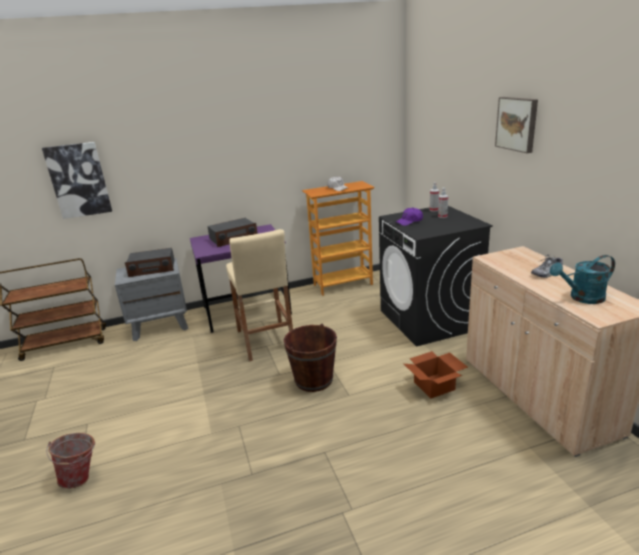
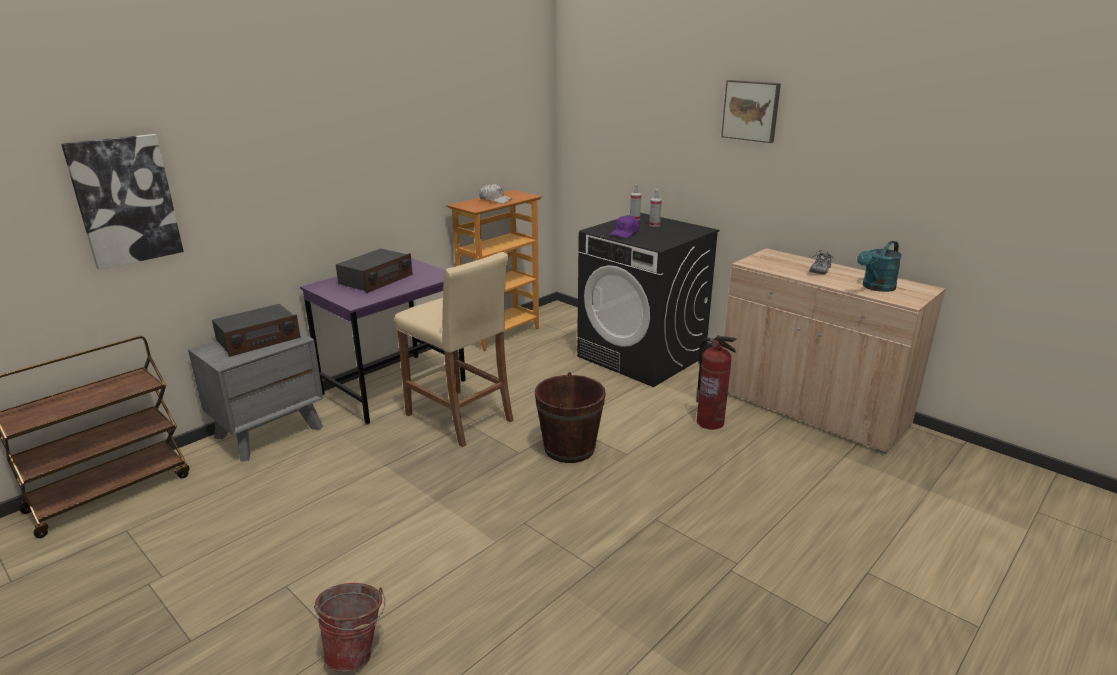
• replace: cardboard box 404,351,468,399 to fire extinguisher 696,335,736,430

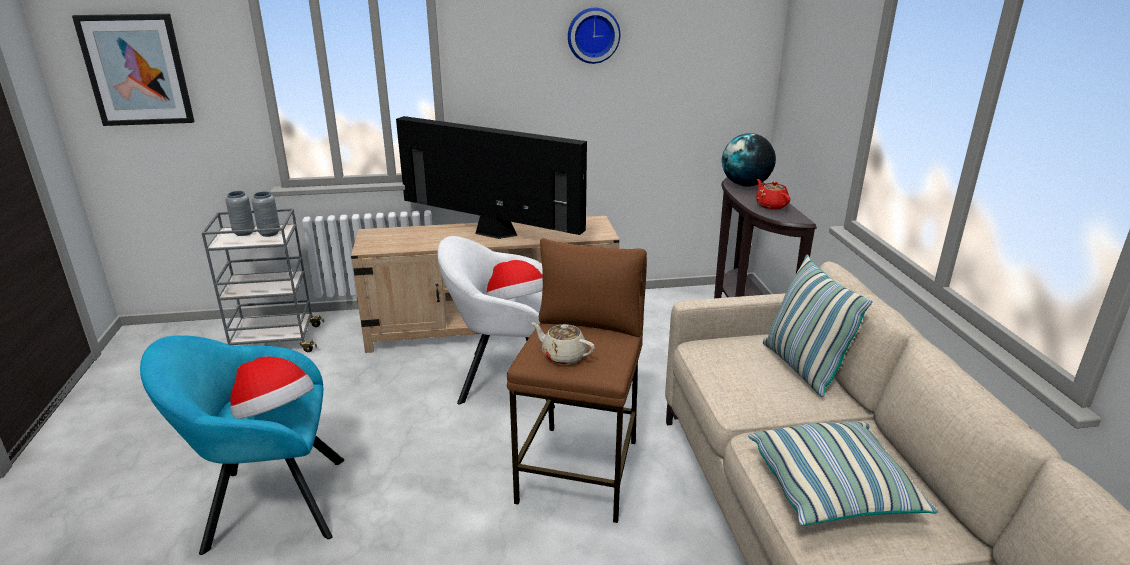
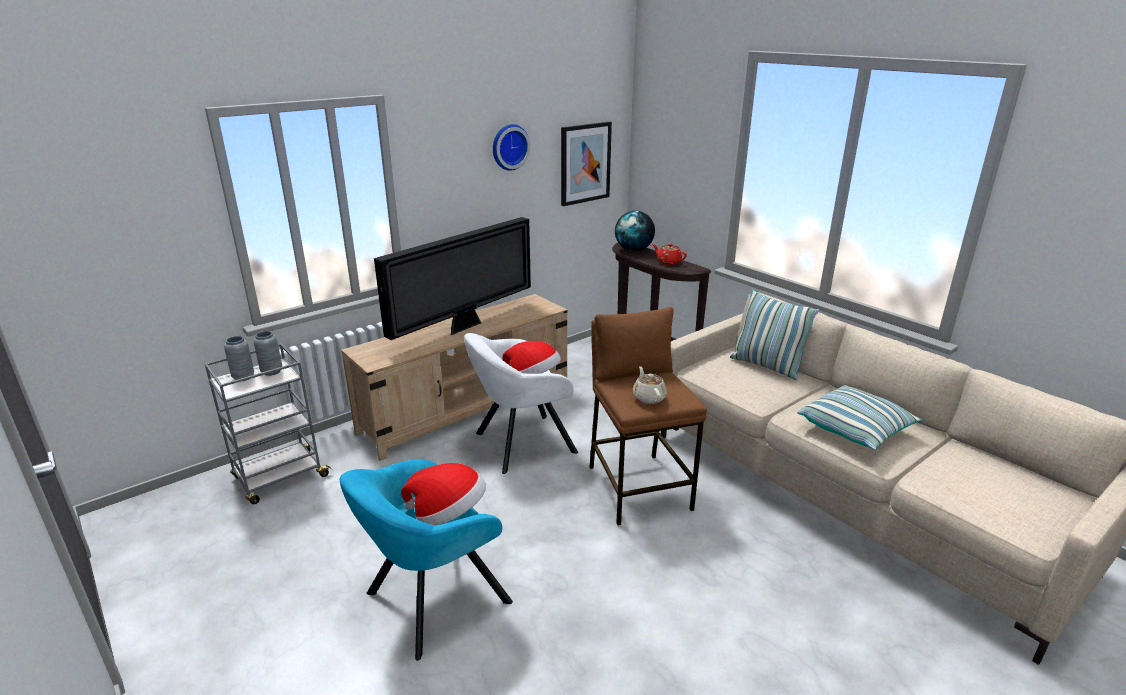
• move: picture 72,14,195,126 to 561,122,612,206
• rotate: television 396,116,587,239 = 374,217,531,340 135 degrees clockwise
• rotate: beige teapot 532,323,595,364 = 632,366,667,404 75 degrees clockwise

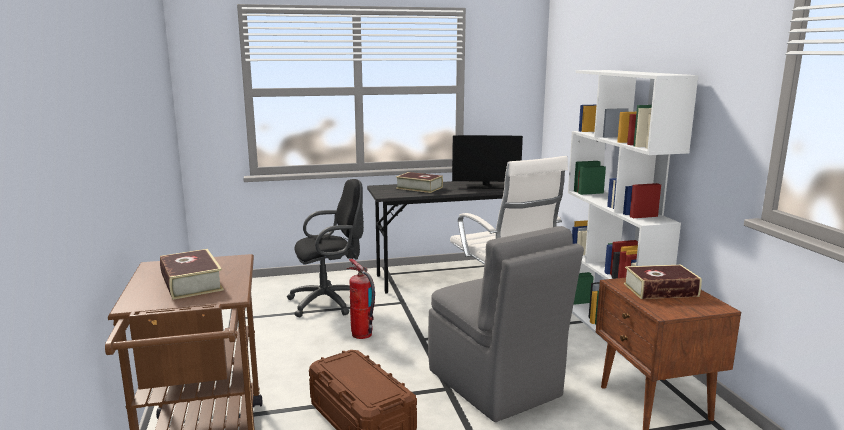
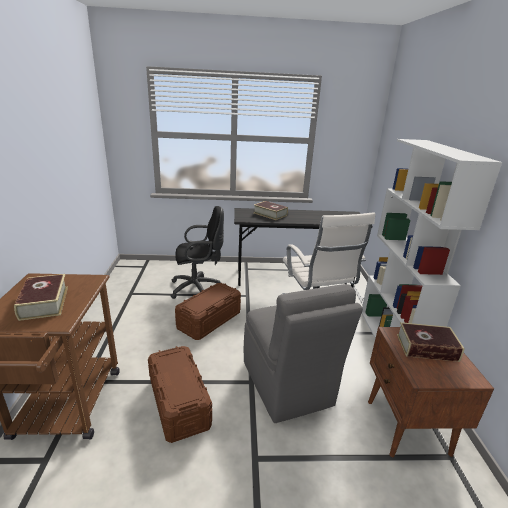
• replace: fire extinguisher 346,259,375,339 to brown storage box 175,283,241,340
• delete: monitor 452,135,523,189

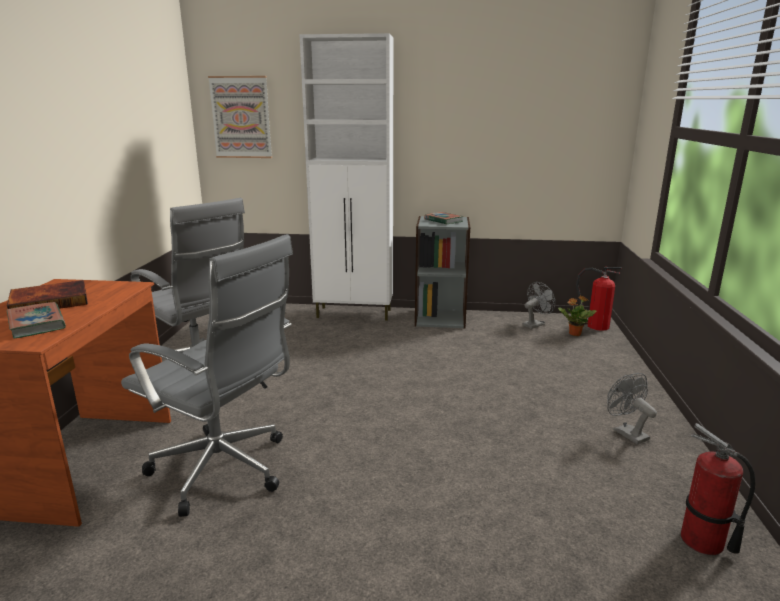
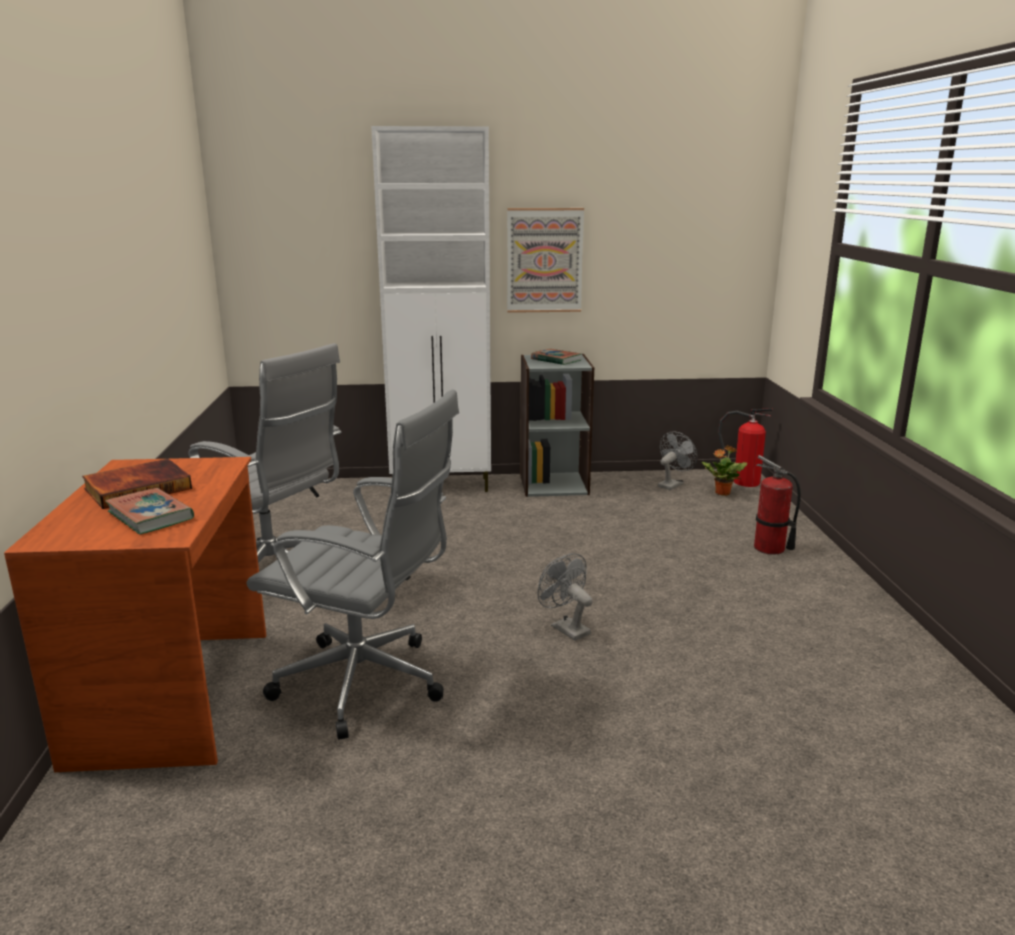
• move: picture 208,76,272,158 to 507,208,584,313
• move: grey fan 607,373,657,445 to 538,553,593,641
• move: fire extinguisher 681,423,755,555 to 754,455,801,555

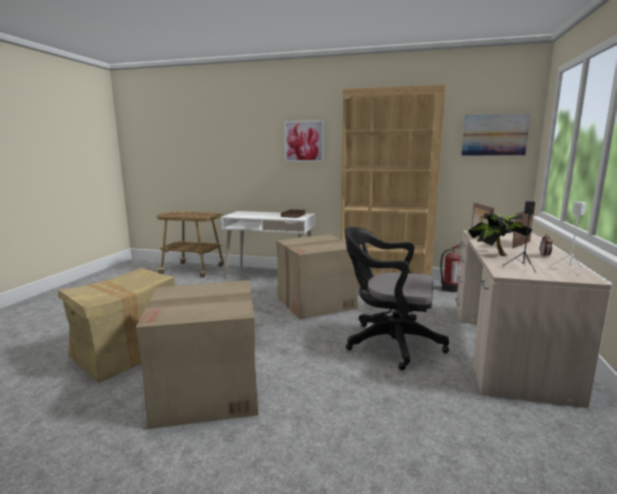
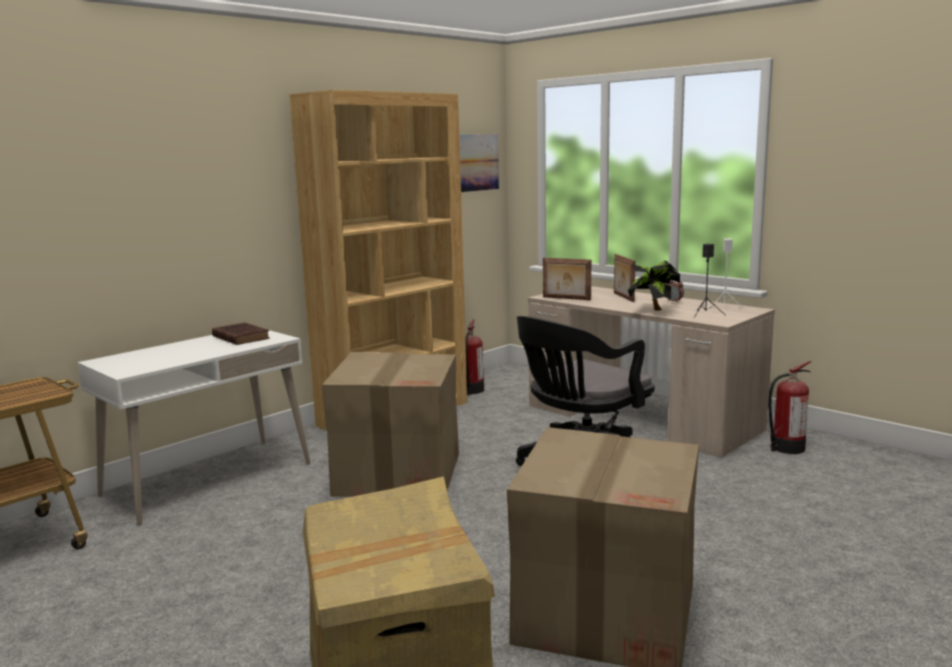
• delete: picture 284,120,324,162
• insert: fire extinguisher 768,361,811,454

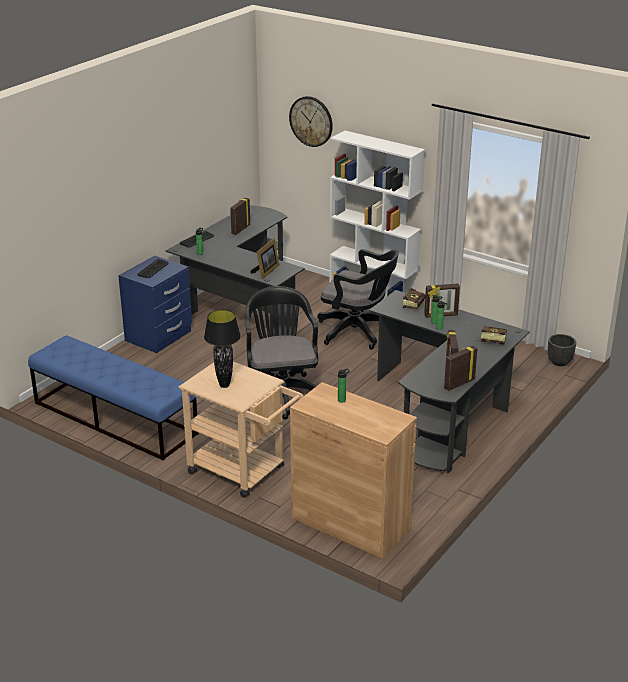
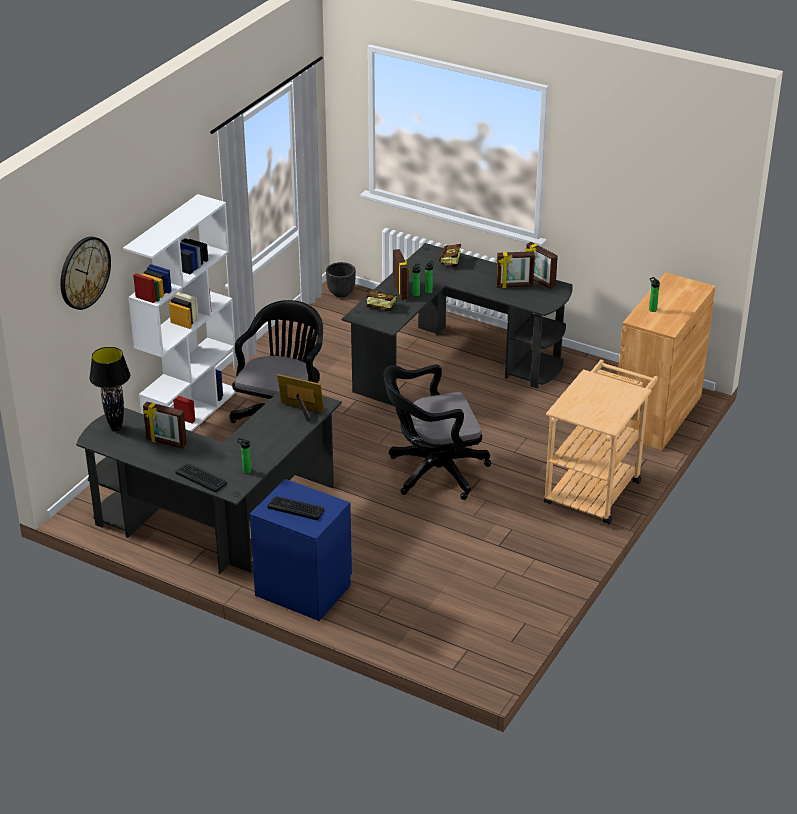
• delete: blue bench 28,335,198,460
• move: black table lamp 204,310,241,388 to 89,347,130,431

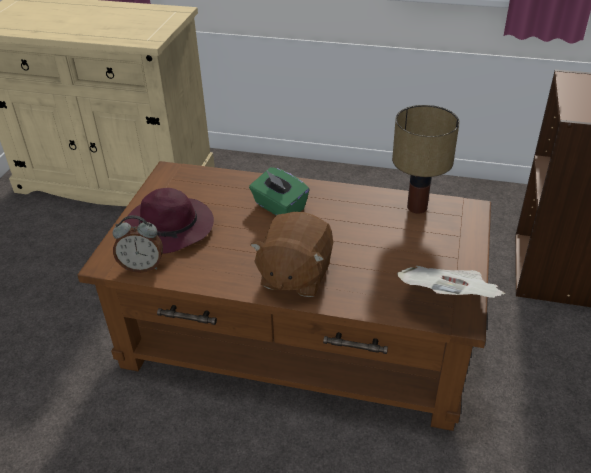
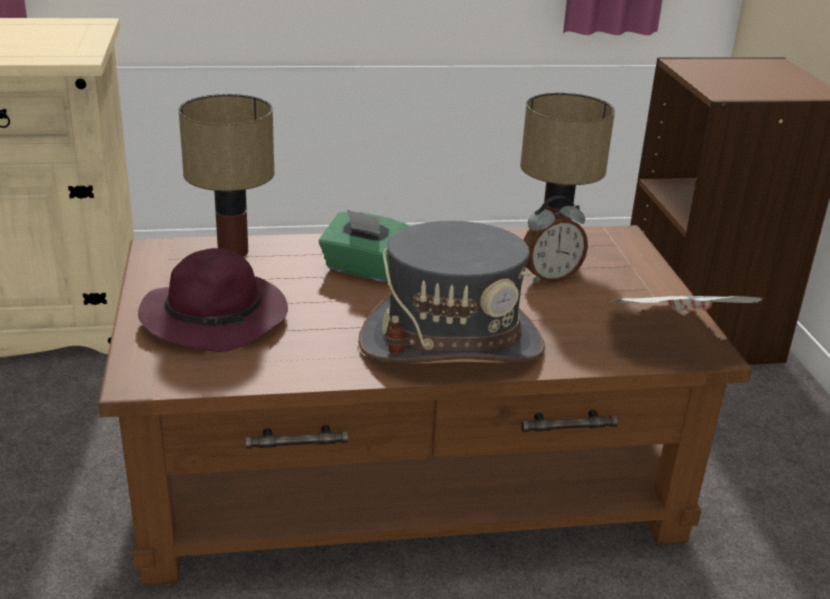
• move: alarm clock 113,215,163,273 to 523,196,588,283
• replace: brown plush toy 250,212,333,297 to grey hat 358,221,545,363
• insert: table lamp 179,94,274,257

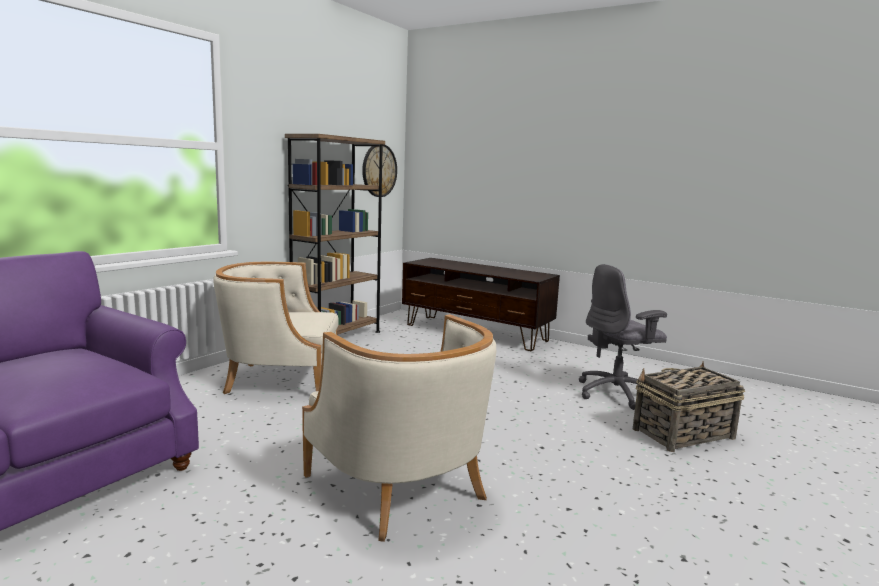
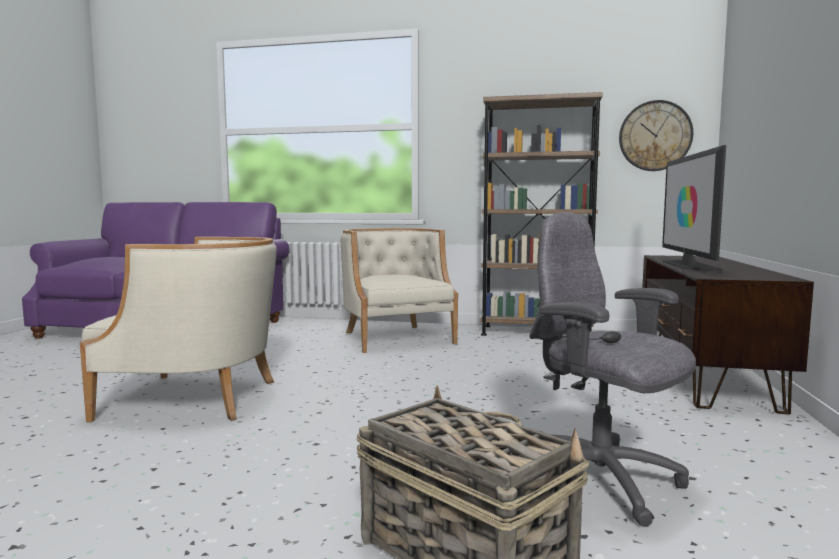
• rotate: beige armchair 302,314,496,542 = 80,237,277,422 120 degrees counterclockwise
• insert: television 662,145,726,271

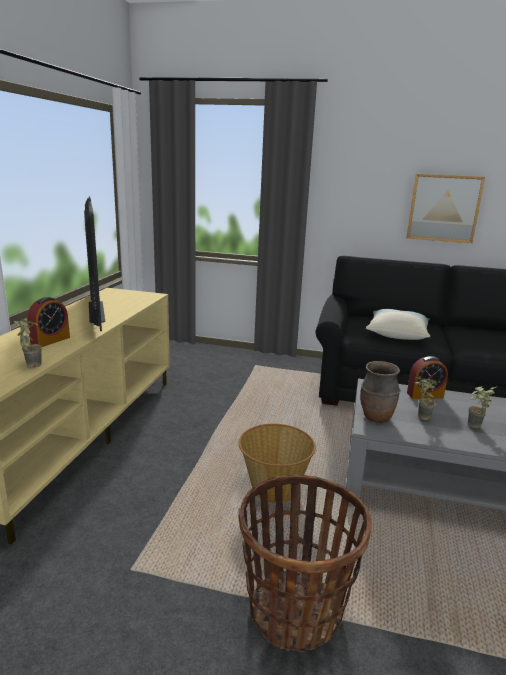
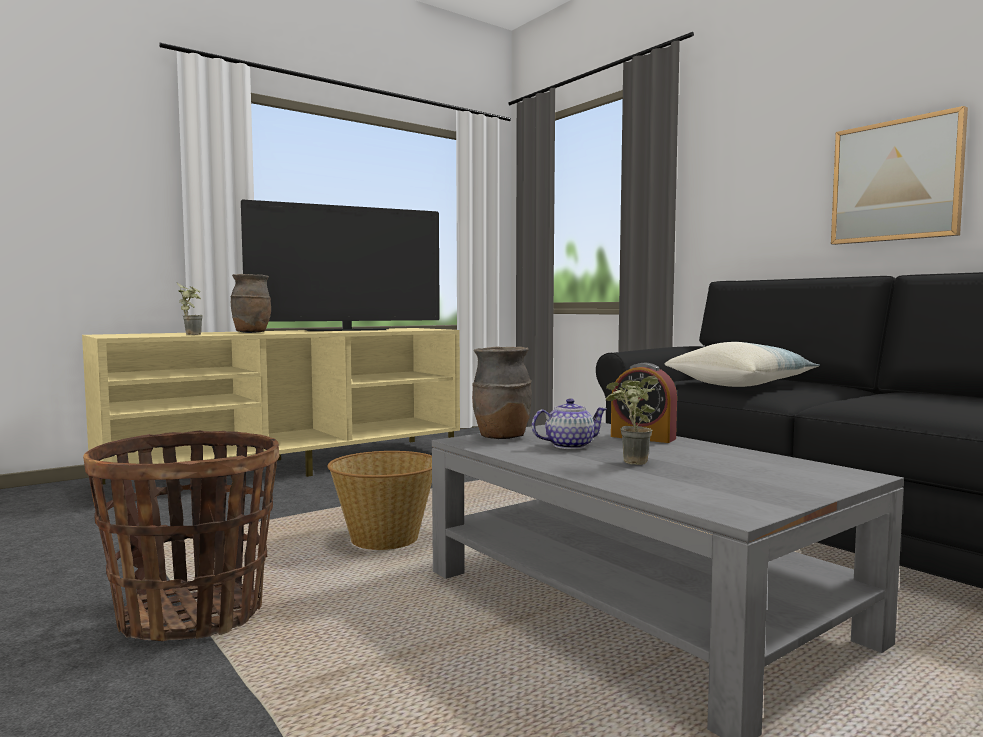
• replace: alarm clock 27,297,70,347 to brown vase 230,274,271,333
• rotate: television 84,196,105,331 = 241,200,440,331 45 degrees clockwise
• replace: potted plant 414,377,437,420 to teapot 532,398,607,449

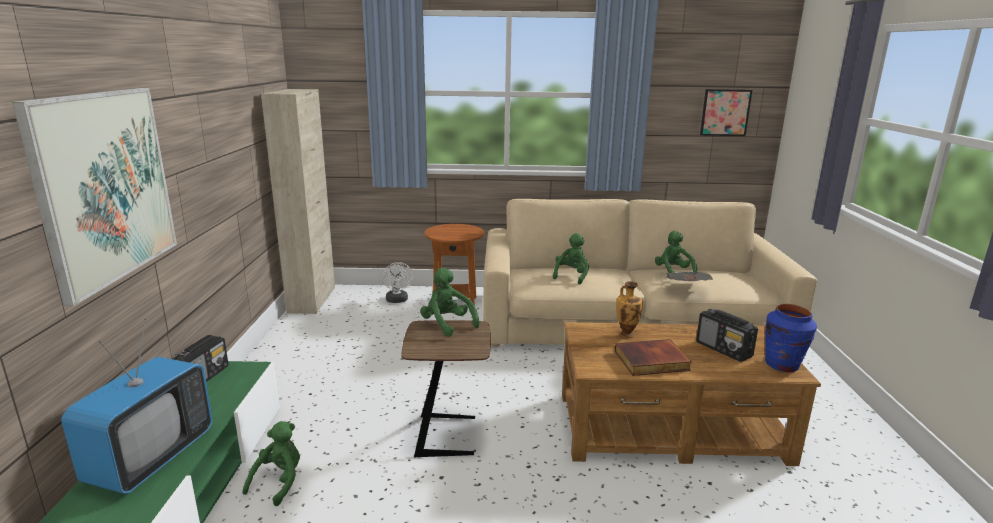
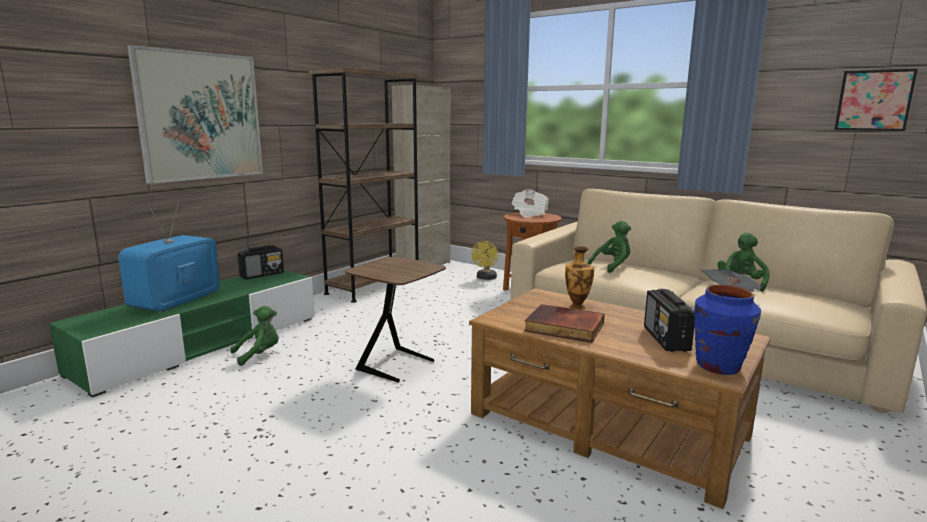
• rotate: television 61,318,213,494 = 118,199,220,312 150 degrees clockwise
• recolor: white fan 383,262,413,303 to yellow fan 472,241,498,280
• delete: green plush toy 420,268,480,337
• insert: brown bookcase 309,68,419,303
• insert: newspaper 511,189,549,217

